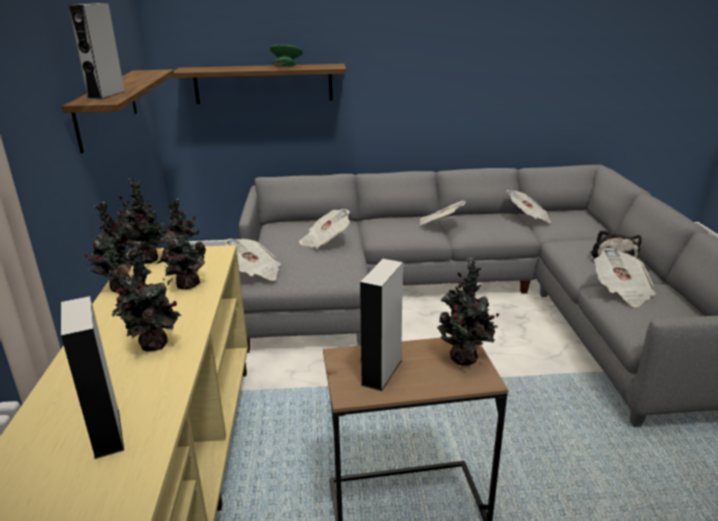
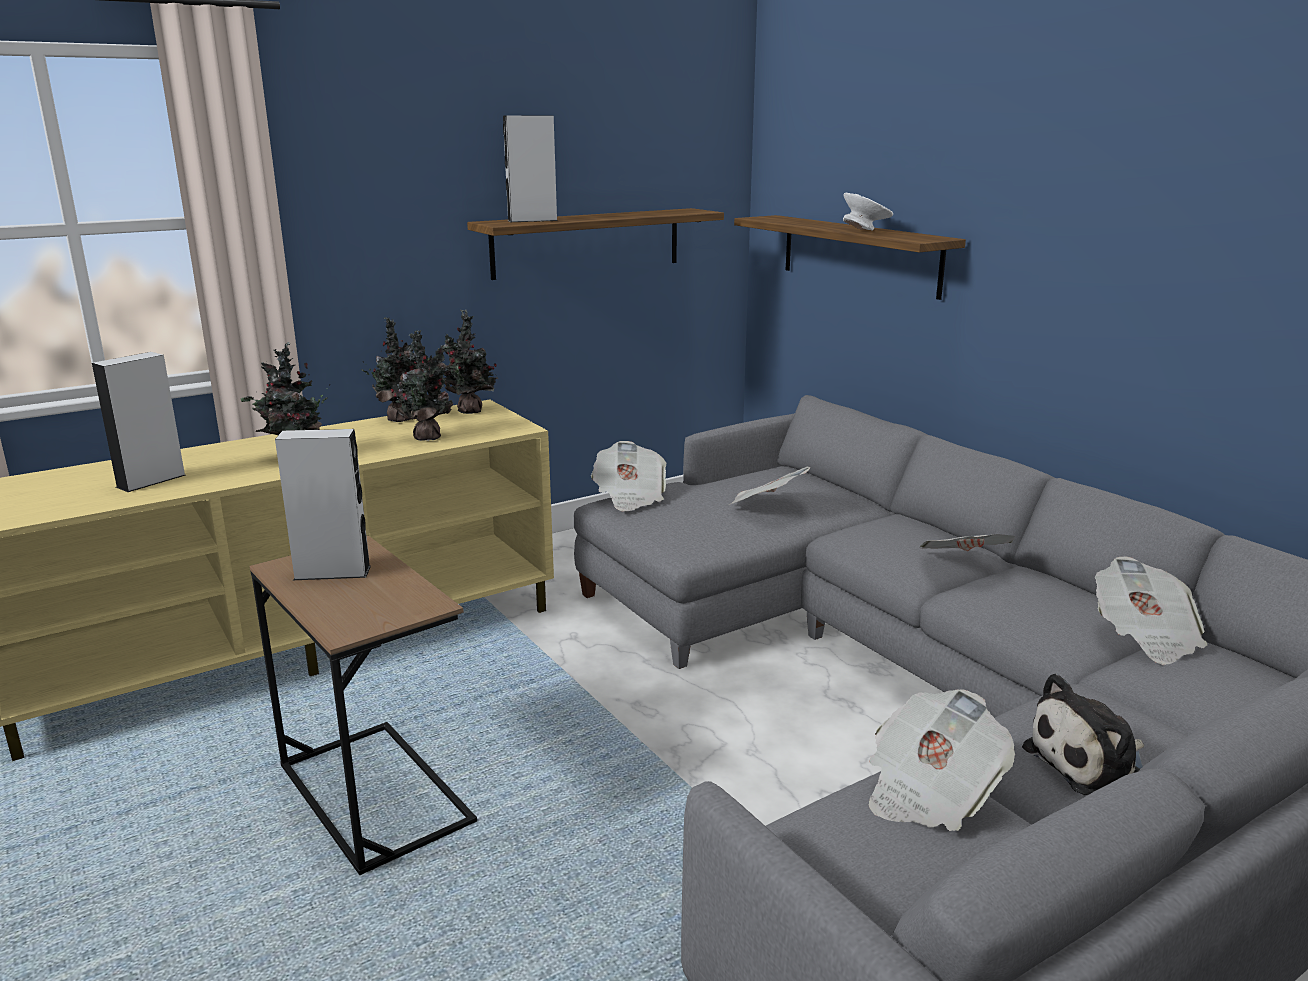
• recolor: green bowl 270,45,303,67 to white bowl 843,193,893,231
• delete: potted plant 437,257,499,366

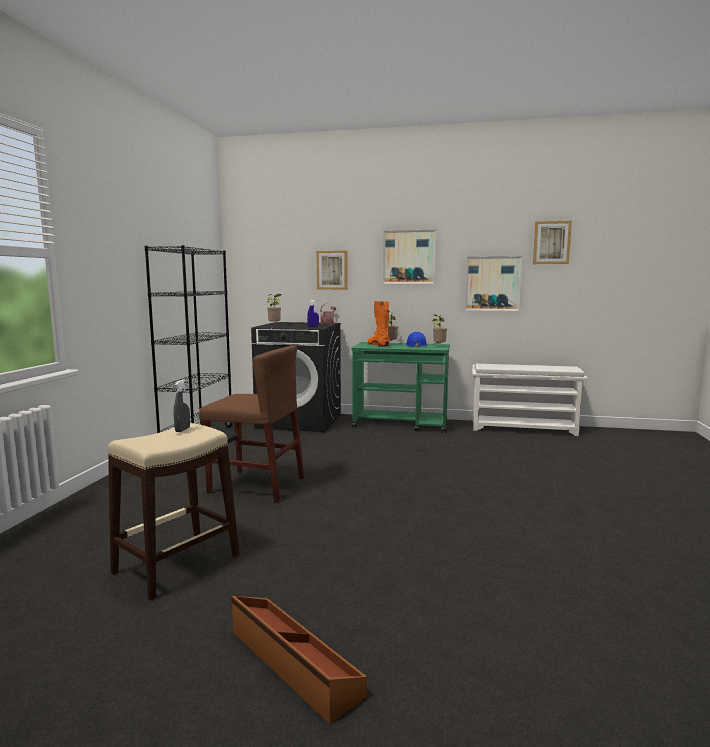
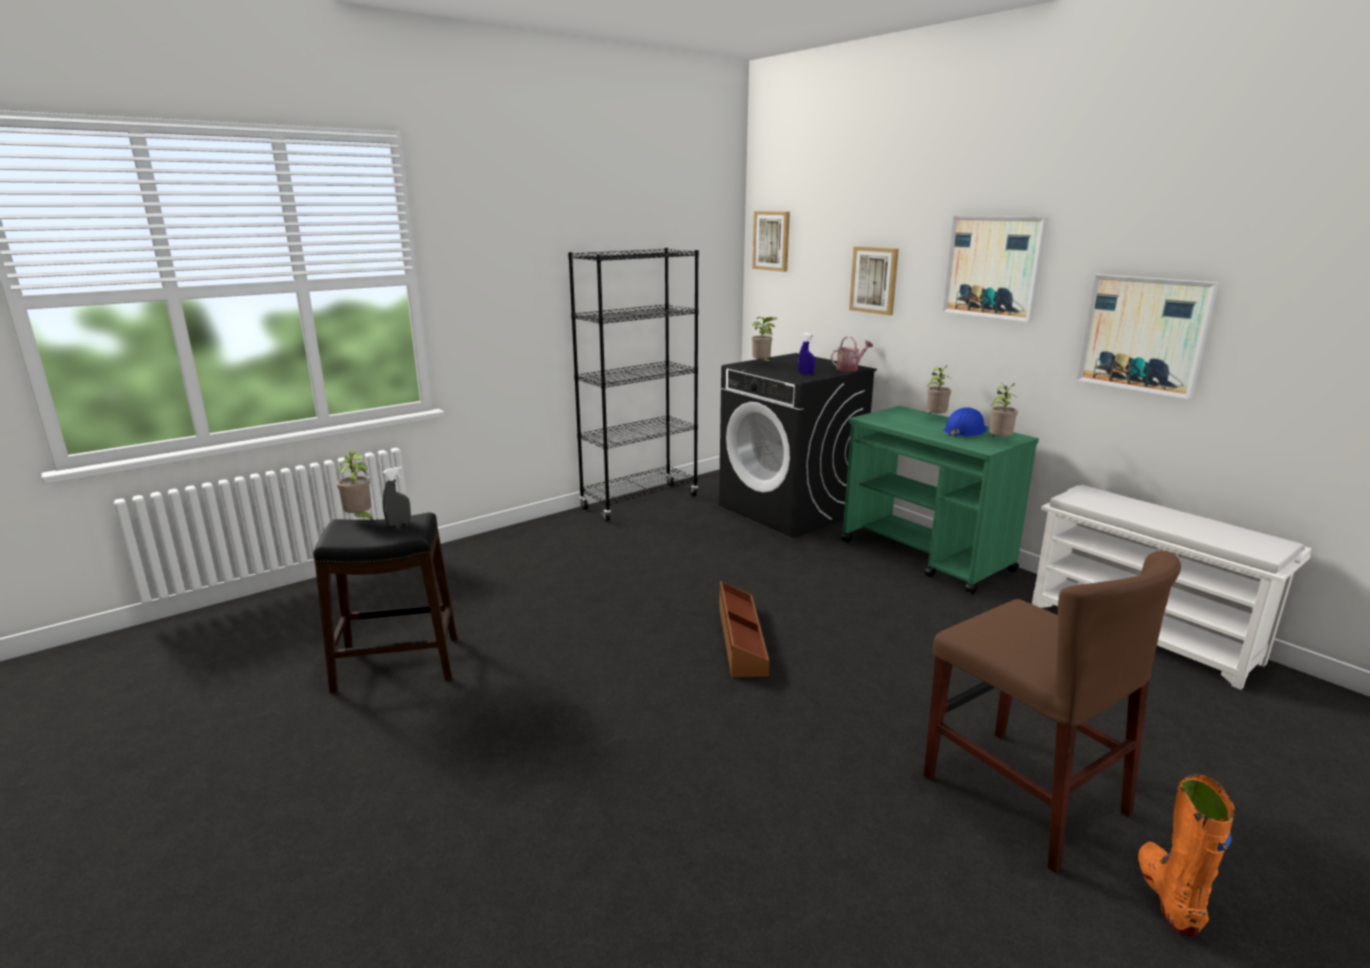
• recolor: beige stool 108,423,239,600 to black stool 314,513,457,694
• move: brown chair 199,345,304,502 to 923,550,1181,873
• move: brown storage box 231,596,367,724 to 719,581,769,677
• move: orange boot 368,301,390,347 to 1138,774,1235,937
• move: picture 533,221,572,264 to 752,211,790,272
• insert: potted plant 337,451,373,522

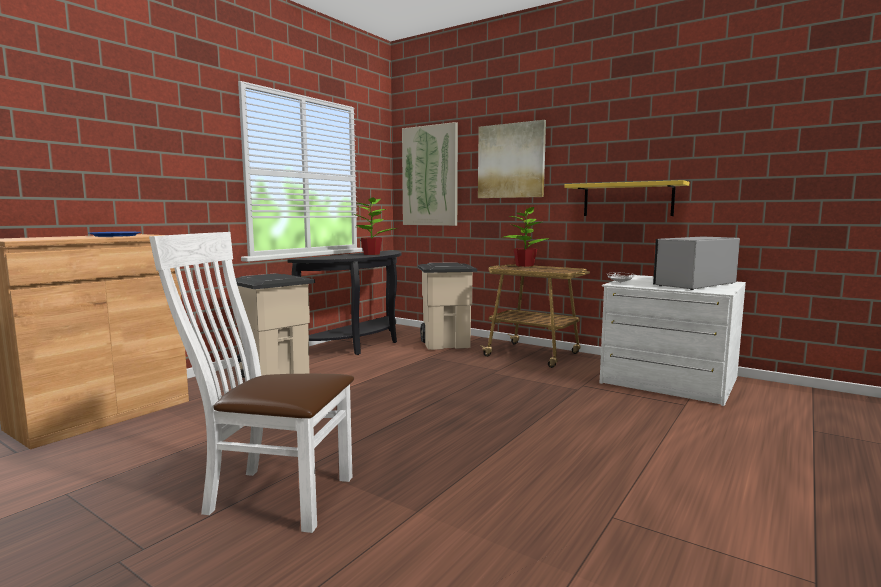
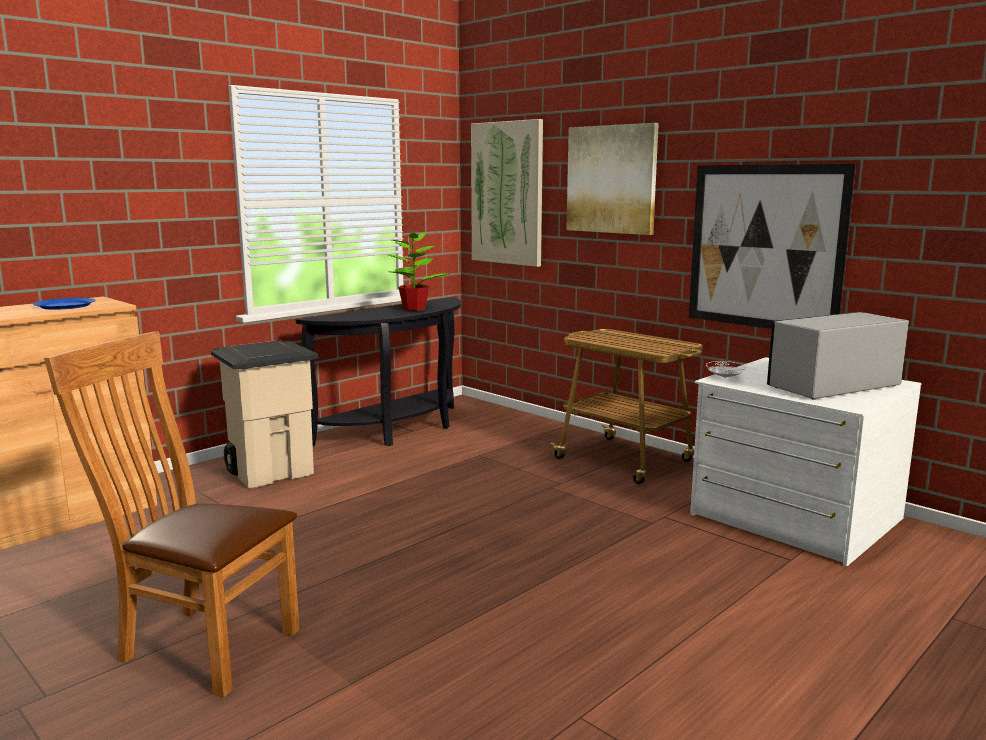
• recolor: white chair 149,232,354,533 to brown chair 44,331,299,697
• delete: beige trash can 418,262,477,350
• delete: potted plant 504,204,547,267
• replace: yellow shelf 564,180,689,216 to picture 689,164,856,329

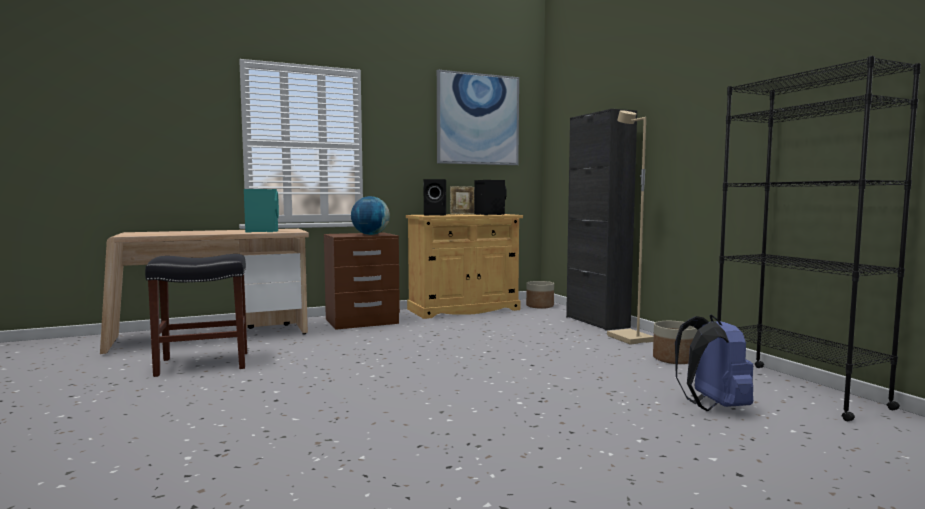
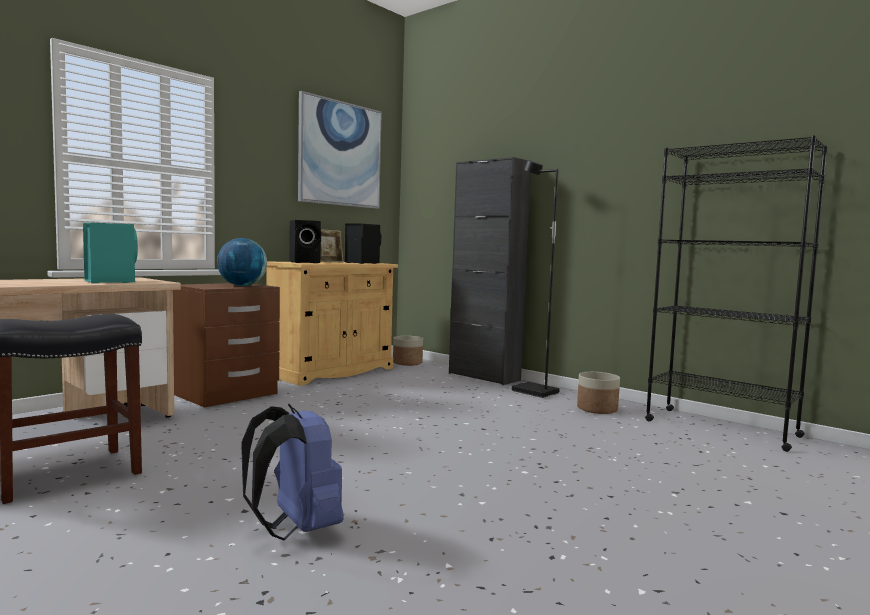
• recolor: beige floor lamp 607,110,654,345 to black floor lamp 512,160,560,398
• move: blue backpack 675,314,753,411 to 241,404,344,540

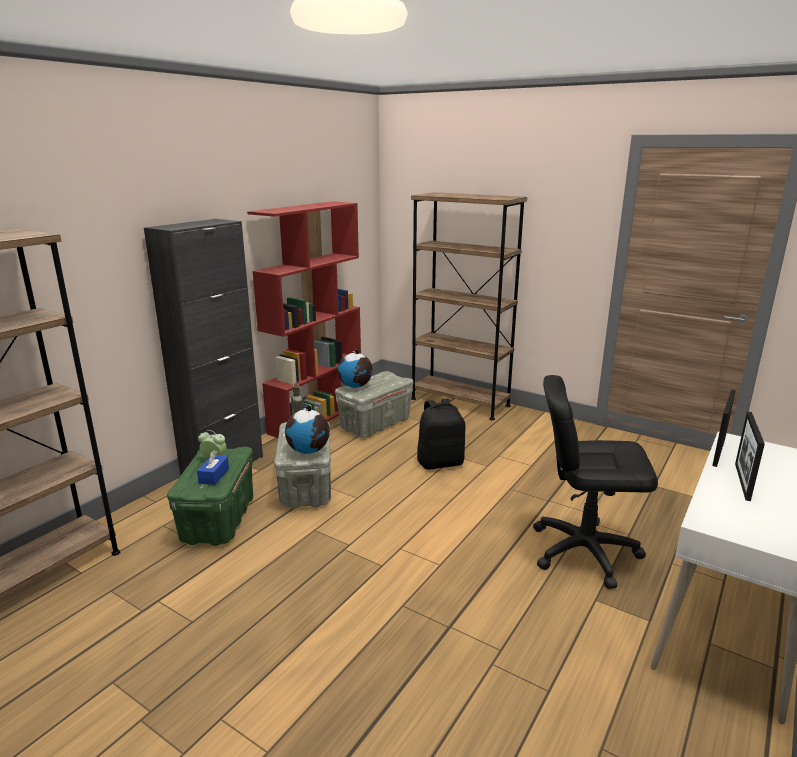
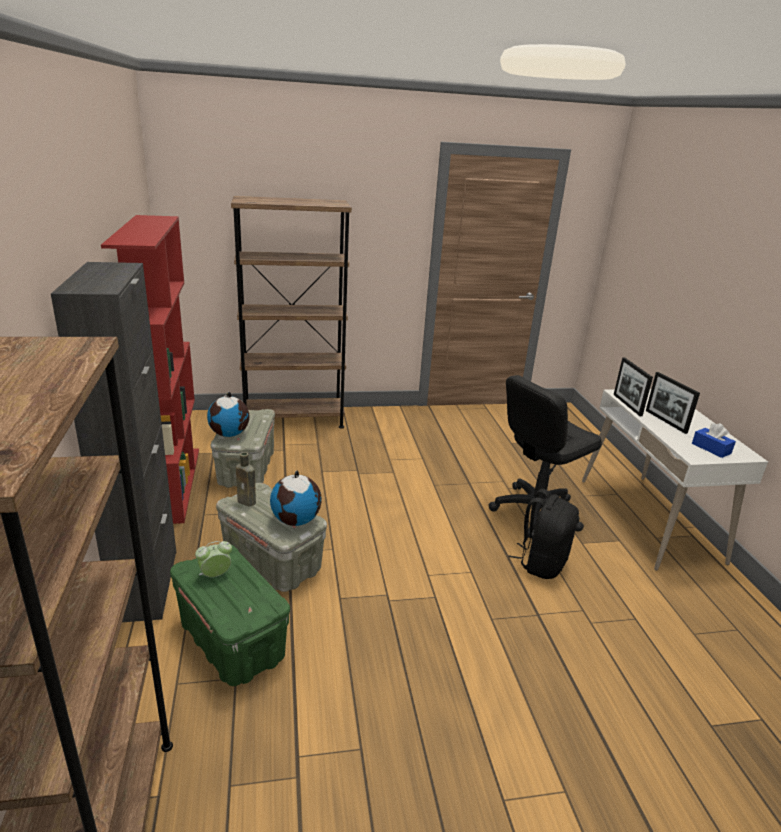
• move: blue tissue box 197,450,229,485 to 692,423,736,458
• move: black backpack 417,398,465,470 to 508,488,579,579

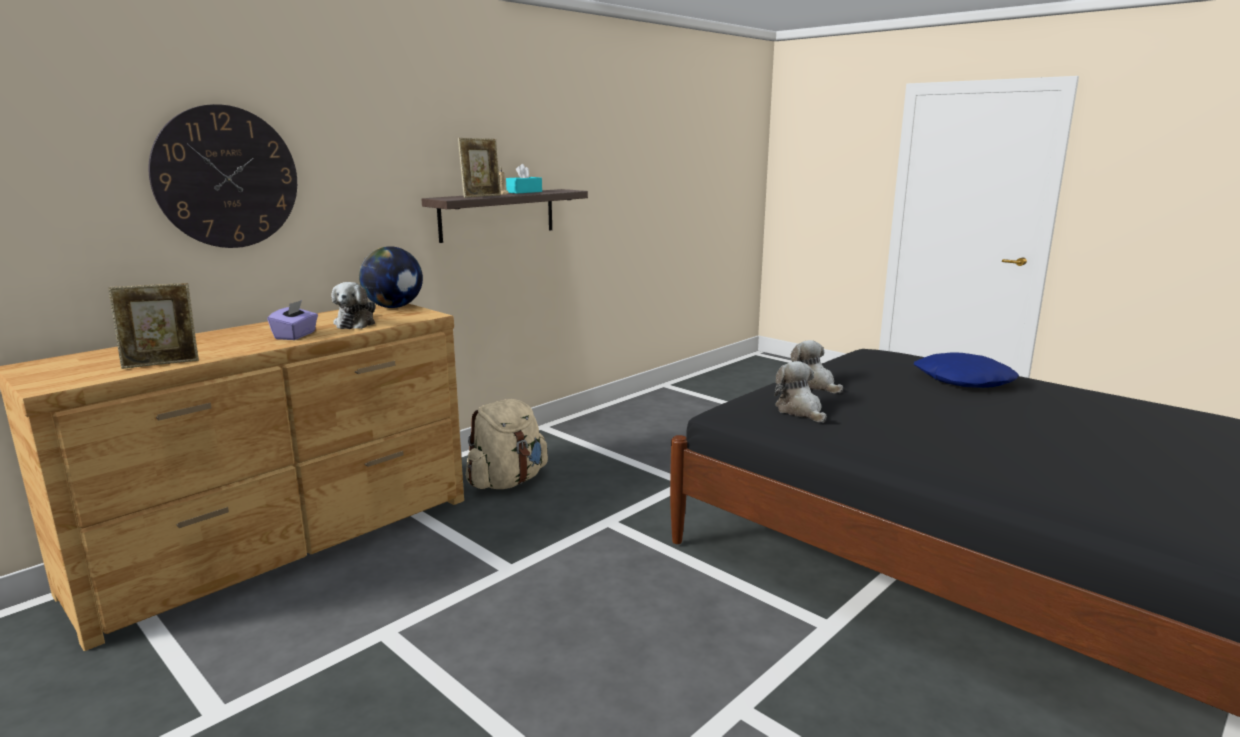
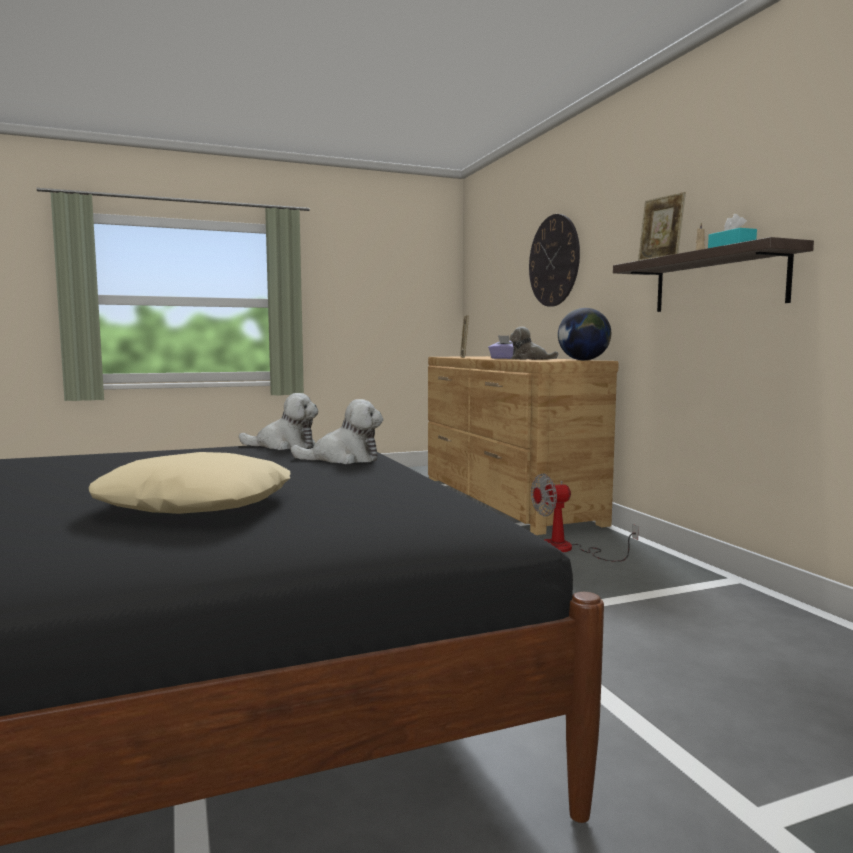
• replace: beige backpack 466,399,548,489 to fan 531,474,639,562
• recolor: blue pillow 914,352,1019,388 to beige pillow 88,452,291,514

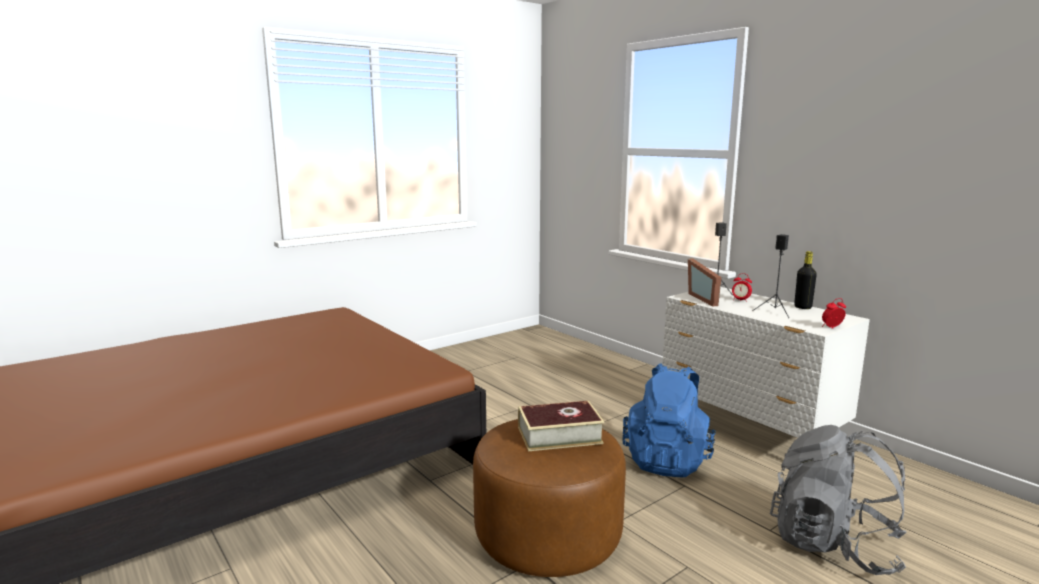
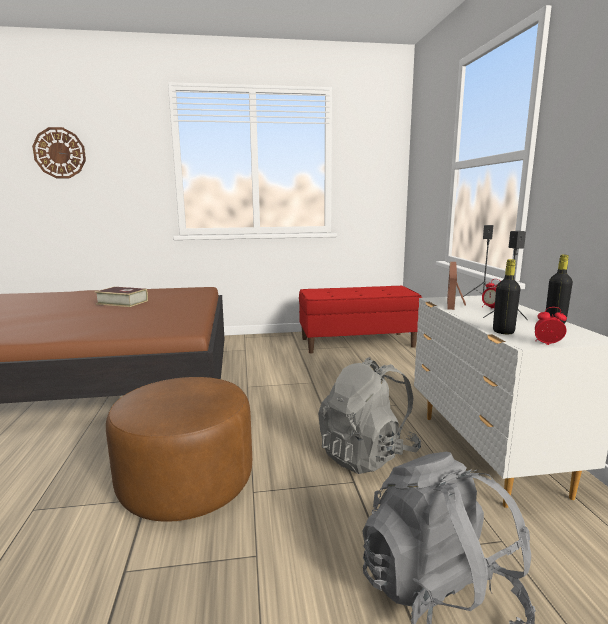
• move: book 518,401,604,451 to 95,287,148,307
• recolor: blue backpack 623,363,716,478 to grey backpack 318,357,421,474
• insert: wall clock 32,127,86,178
• insert: red bench 299,286,422,353
• insert: black bottle 493,259,521,334

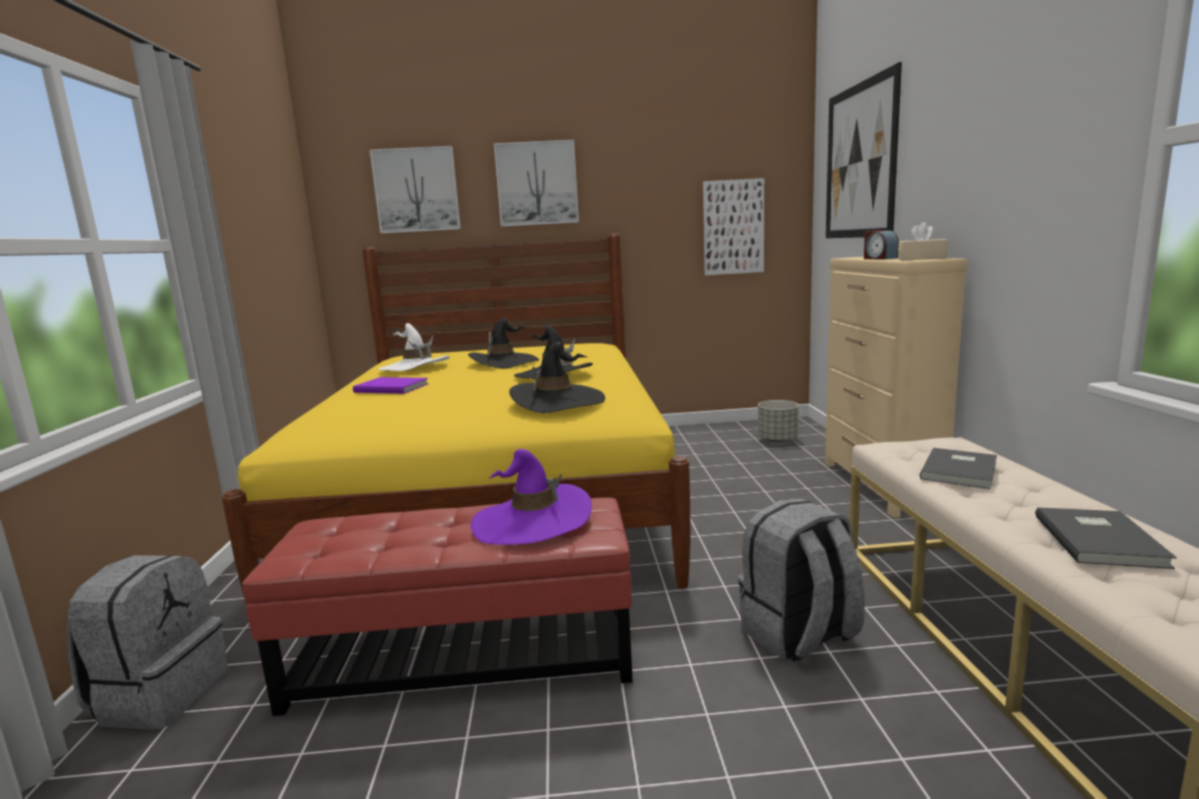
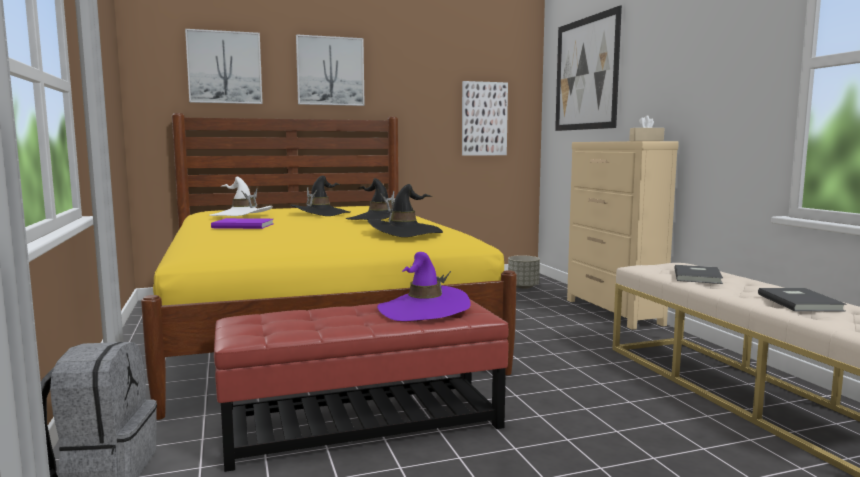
• delete: grey backpack 738,498,865,662
• delete: alarm clock 864,229,899,259

